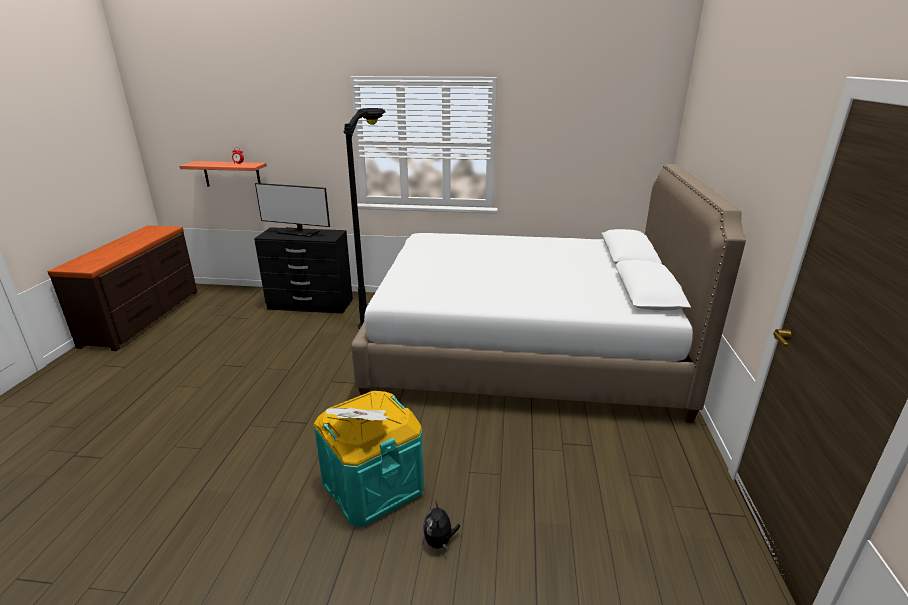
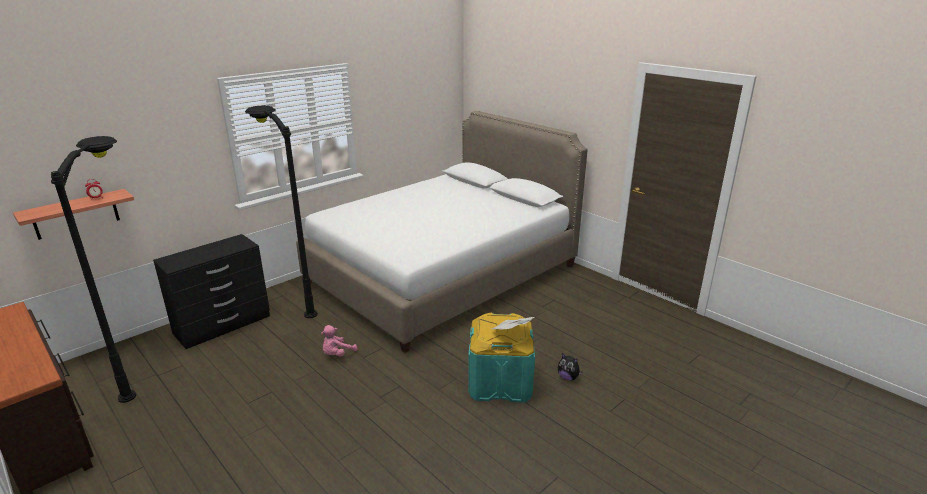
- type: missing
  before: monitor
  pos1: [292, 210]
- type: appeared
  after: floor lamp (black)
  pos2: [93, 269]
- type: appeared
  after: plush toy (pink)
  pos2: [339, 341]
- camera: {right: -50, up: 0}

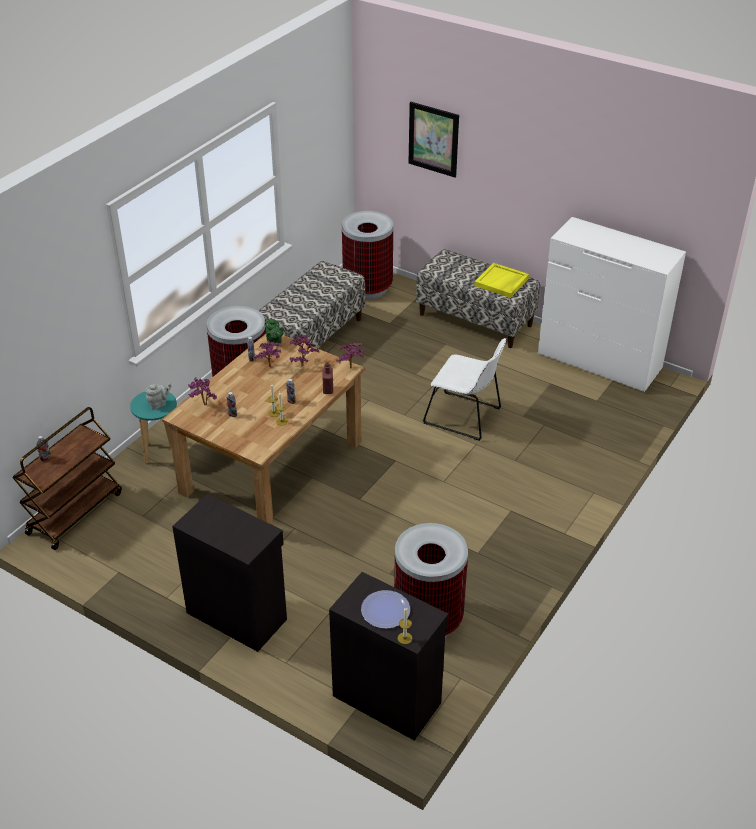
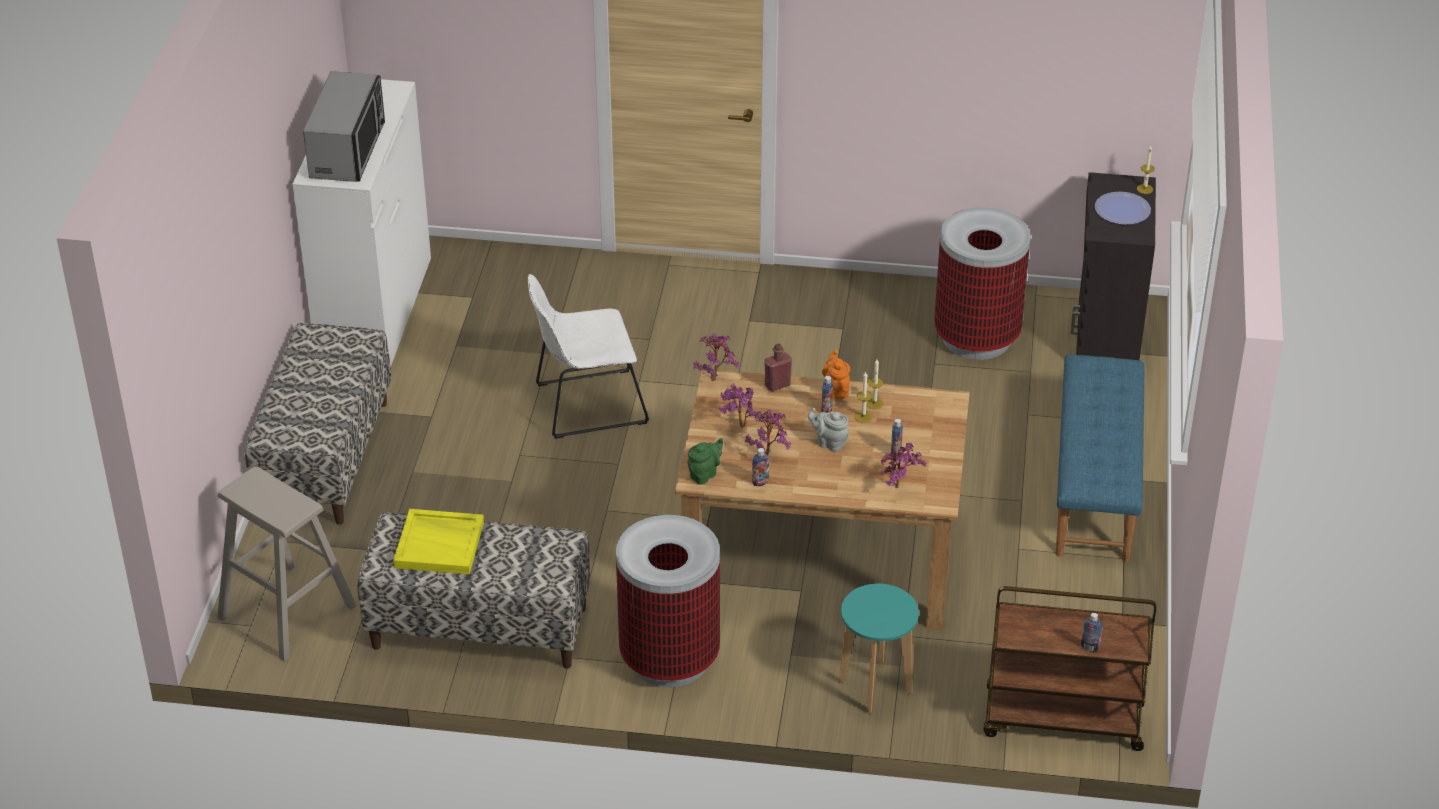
- type: missing
  before: picture
  pos1: [433, 140]
- type: appeared
  after: microwave
  pos2: [344, 126]
- type: appeared
  after: teapot (orange)
  pos2: [836, 374]
- type: relocated
  before: teapot (grey)
  pos1: [158, 396]
  pos2: [828, 429]
- type: relocated
  before: tray (yellow)
  pos1: [501, 280]
  pos2: [438, 541]
- type: exchanged
  before: cabinet (black)
  after: bench (blue)
  pos1: [229, 573]
  pos2: [1100, 459]
- type: exchanged
  before: trash can
  after: stool (beige)
  pos1: [367, 255]
  pos2: [286, 564]
- type: spun
  before: chair (white)
  pos1: [464, 389]
  pos2: [588, 356]
  turn: -105
- camera: {right: -115, up: 0}

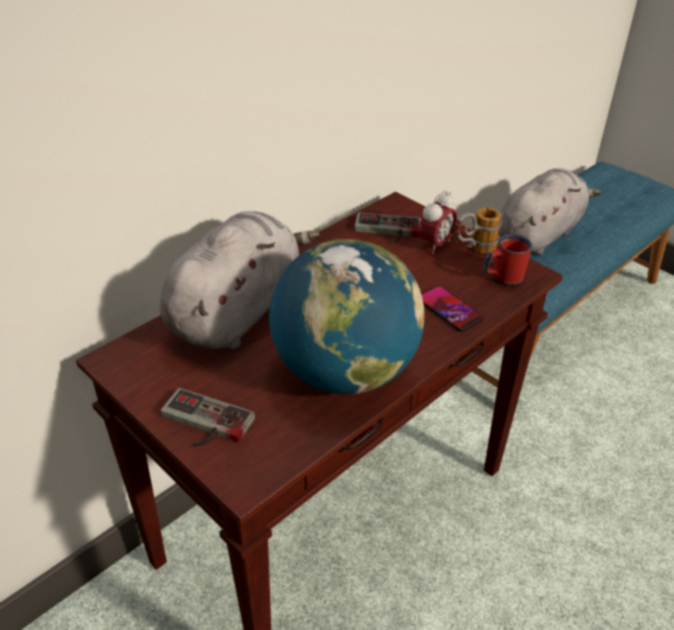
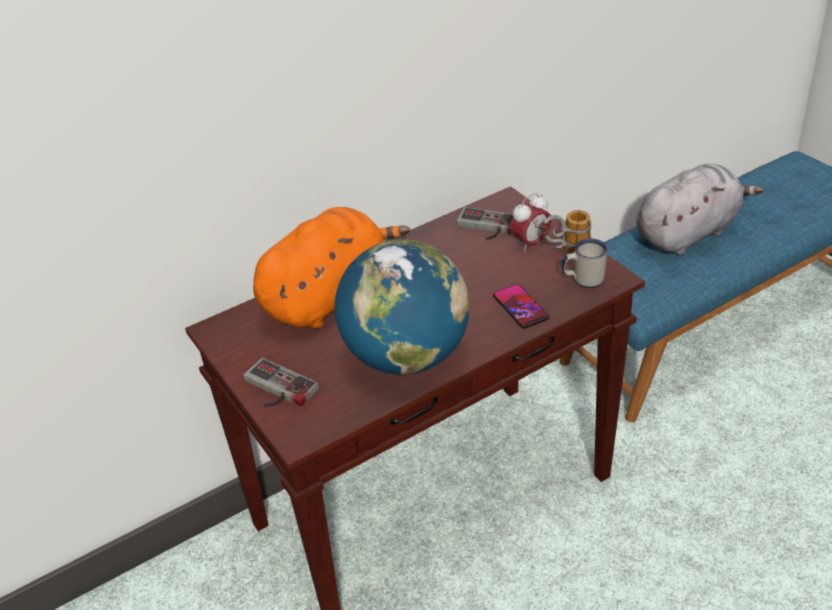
- type: colour
  before: plush toy (grey)
  after: plush toy (orange)
  pos1: [240, 280]
  pos2: [331, 268]
- type: colour
  before: mug (red)
  after: mug (white)
  pos1: [508, 260]
  pos2: [584, 263]
- camera: {right: 15, up: 0}

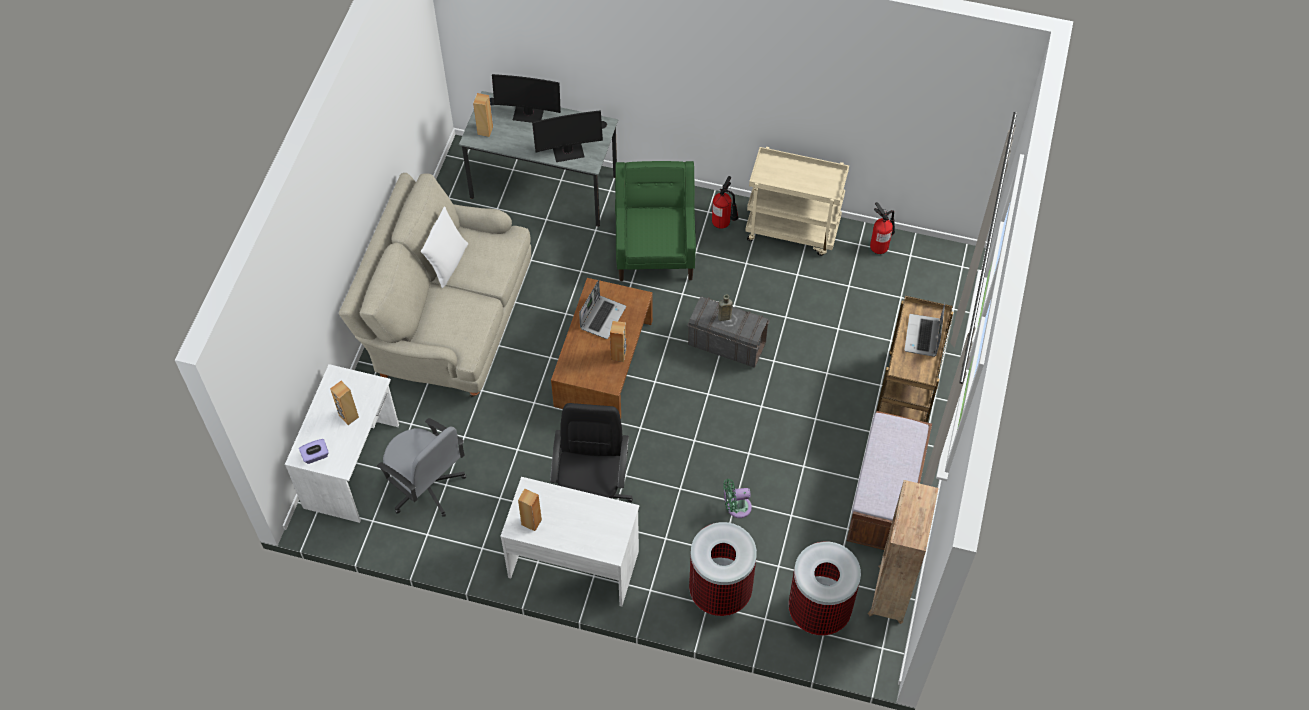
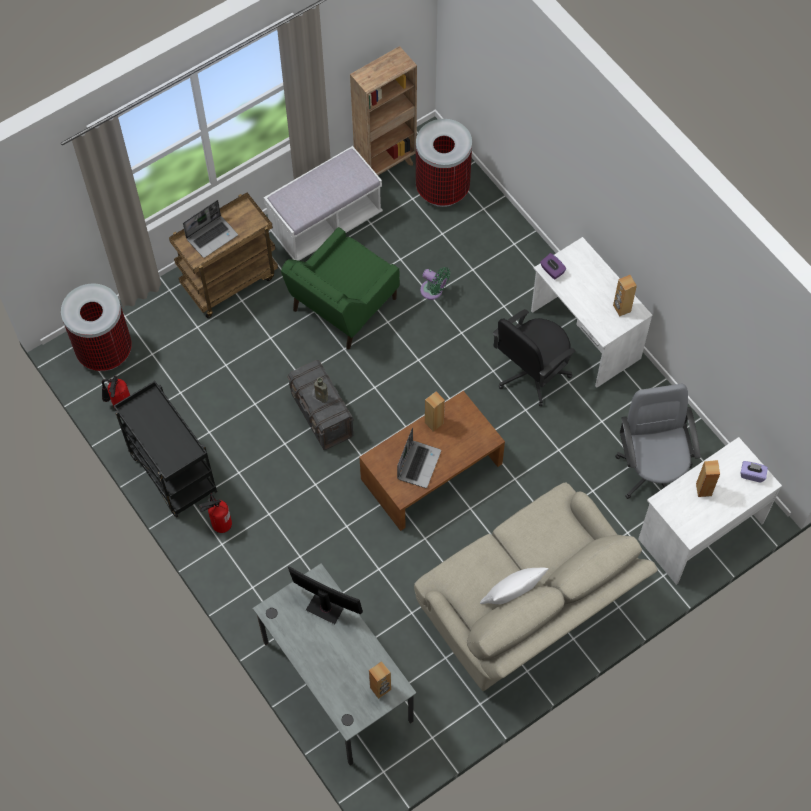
- type: missing
  before: monitor
  pos1: [526, 98]
- type: appeared
  after: tissue box (purple)
  pos2: [553, 266]
- type: relocated
  before: armchair (green)
  pos1: [655, 221]
  pos2: [340, 288]
- type: relocated
  before: trash can
  pos1: [723, 569]
  pos2: [96, 327]
- type: colour
  before: cart (beige)
  after: cart (black)
  pos1: [797, 201]
  pos2: [166, 449]
- type: colour
  before: bench (brown)
  after: bench (white)
  pos1: [889, 480]
  pos2: [323, 203]
- type: spun
  before: laptop
  pos1: [602, 309]
  pos2: [419, 458]
  turn: 135
- camera: {right: -140, up: 5}

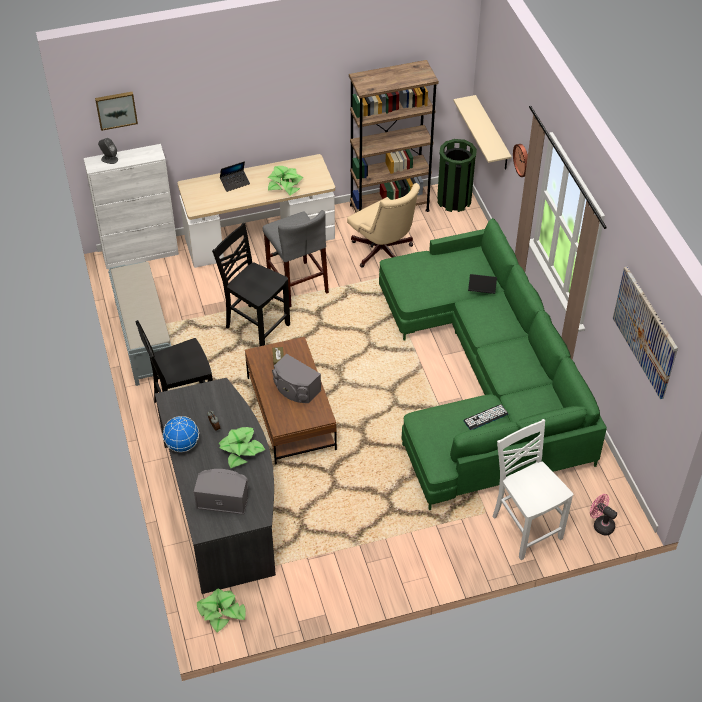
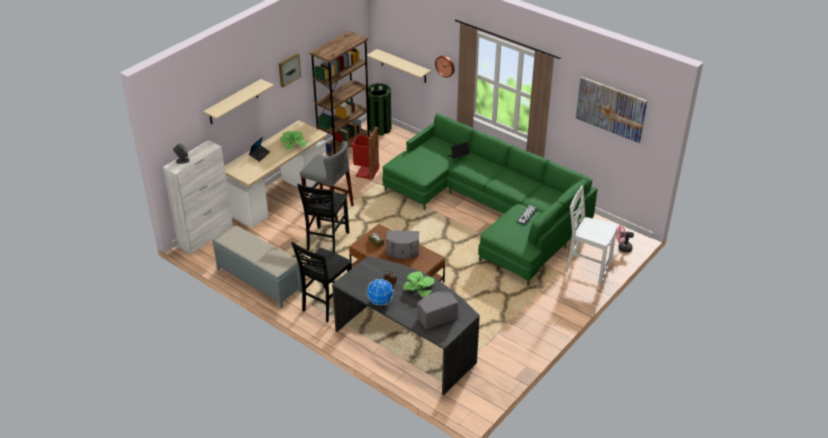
- type: missing
  before: potted plant
  pos1: [221, 610]
- type: appeared
  after: shelf (beige)
  pos2: [238, 101]
- type: relocated
  before: picture
  pos1: [116, 111]
  pos2: [290, 70]
- type: exchanged
  before: office chair (beige)
  after: trash can (red)
  pos1: [383, 225]
  pos2: [365, 153]
- type: spun
  before: chair (black)
  pos1: [251, 284]
  pos2: [323, 218]
  turn: -75
- camera: {right: -35, up: -10}

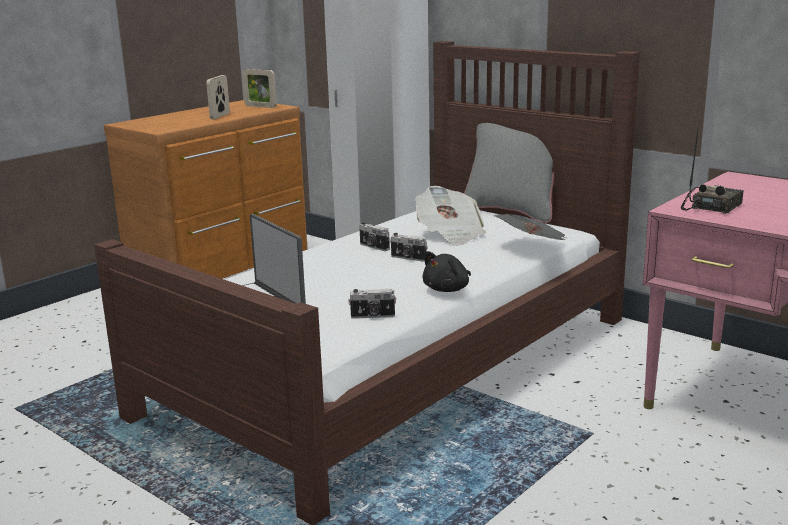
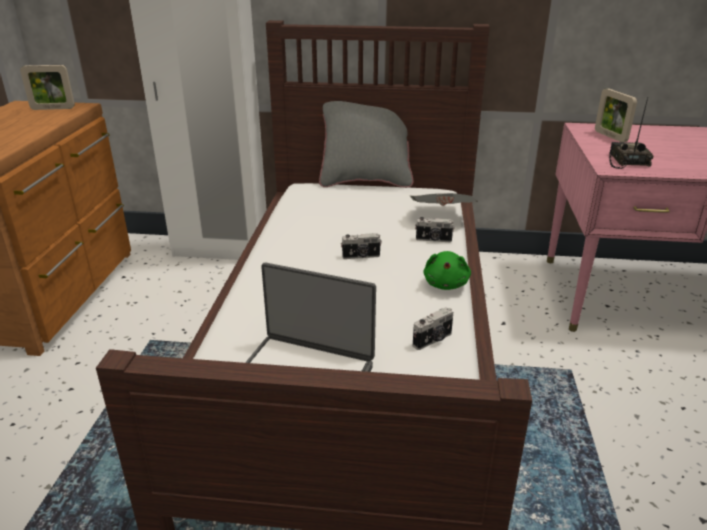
- type: missing
  before: newspaper
  pos1: [450, 216]
- type: relocated
  before: picture frame
  pos1: [218, 97]
  pos2: [616, 115]
- type: relocated
  before: photo camera
  pos1: [374, 236]
  pos2: [435, 229]
- type: colour
  before: plush toy (black)
  after: plush toy (green)
  pos1: [447, 271]
  pos2: [447, 270]
- camera: {right: -35, up: 10}

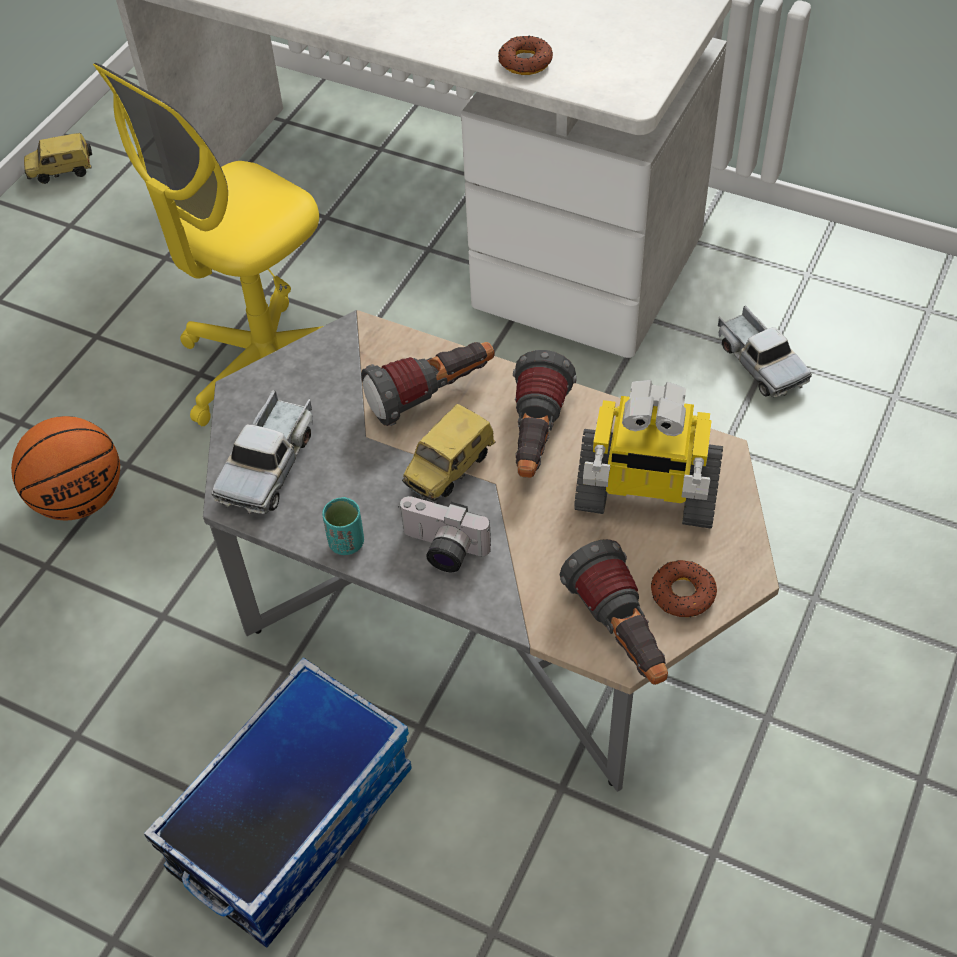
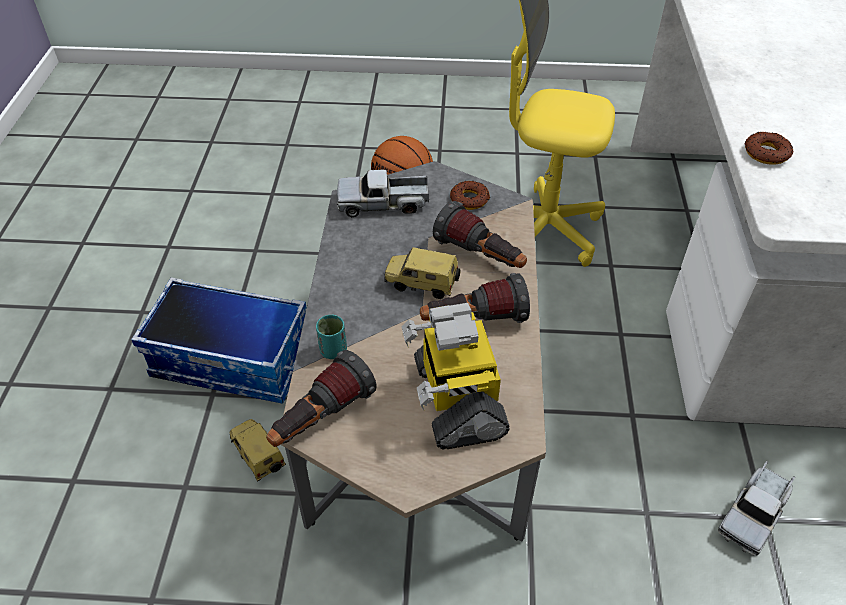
- type: missing
  before: photo camera
  pos1: [444, 534]
- type: relocated
  before: toy car
  pos1: [58, 158]
  pos2: [258, 450]
- type: relocated
  before: cup (turquoise)
  pos1: [343, 526]
  pos2: [331, 337]
- type: relocated
  before: donut
  pos1: [684, 588]
  pos2: [470, 195]
- camera: {right: 65, up: -5}

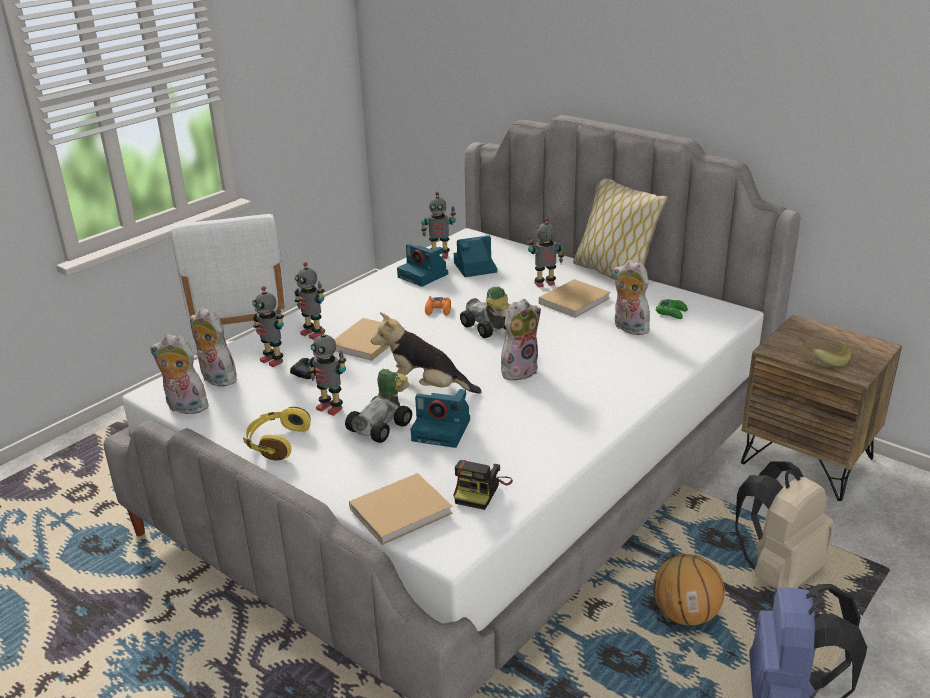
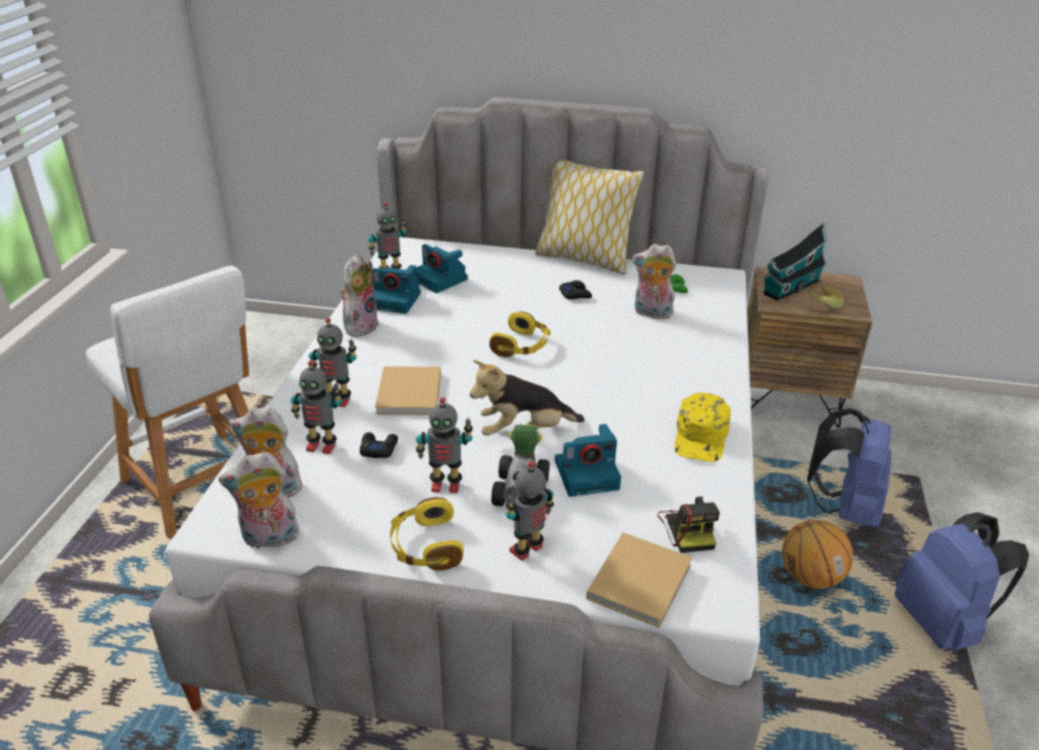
- type: missing
  before: game controller (orange)
  pos1: [438, 306]
- type: appeared
  after: cap (yellow)
  pos2: [702, 427]
- type: appeared
  after: toy house
  pos2: [794, 262]
- type: relocated
  before: plush toy
  pos1: [521, 339]
  pos2: [359, 295]
- type: relocated
  before: toy robot
  pos1: [546, 252]
  pos2: [529, 511]
- type: exchanged
  before: toy car
  after: headphones (yellow)
  pos1: [485, 312]
  pos2: [519, 334]
- type: exchanged
  before: book (beige)
  after: game controller (black)
  pos1: [575, 298]
  pos2: [575, 290]
- type: colour
  before: backpack (beige)
  after: backpack (blue)
  pos1: [784, 525]
  pos2: [849, 468]
- type: spun
  before: photo camera
  pos1: [475, 256]
  pos2: [441, 268]
  turn: -90
- camera: {right: -30, up: 5}

